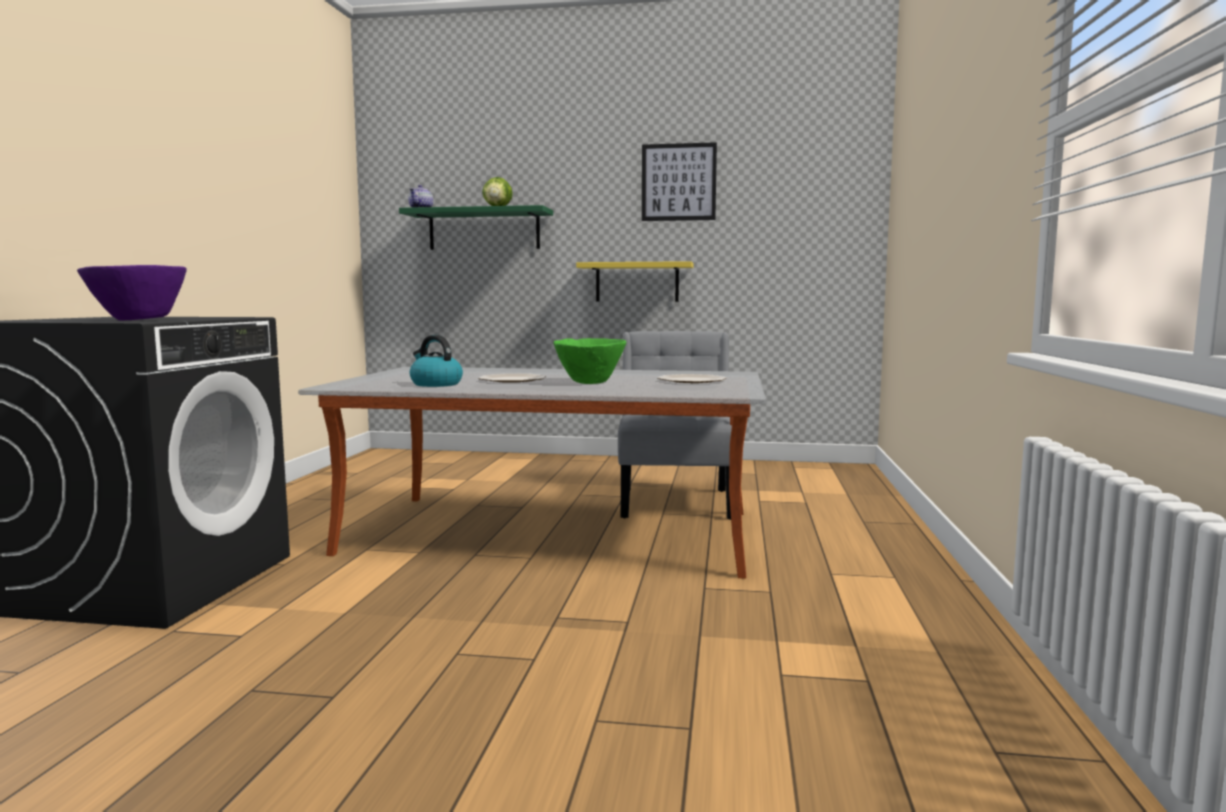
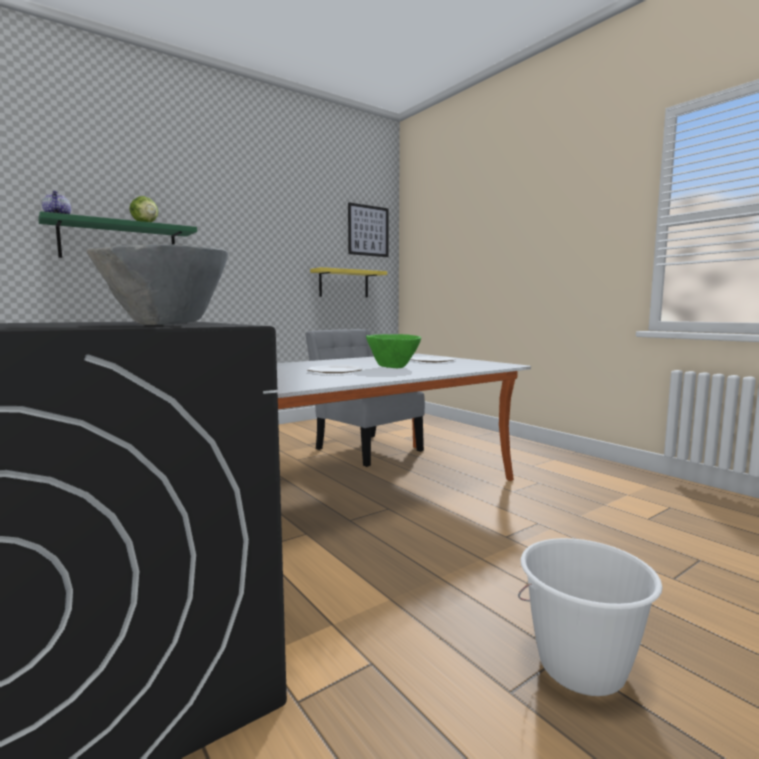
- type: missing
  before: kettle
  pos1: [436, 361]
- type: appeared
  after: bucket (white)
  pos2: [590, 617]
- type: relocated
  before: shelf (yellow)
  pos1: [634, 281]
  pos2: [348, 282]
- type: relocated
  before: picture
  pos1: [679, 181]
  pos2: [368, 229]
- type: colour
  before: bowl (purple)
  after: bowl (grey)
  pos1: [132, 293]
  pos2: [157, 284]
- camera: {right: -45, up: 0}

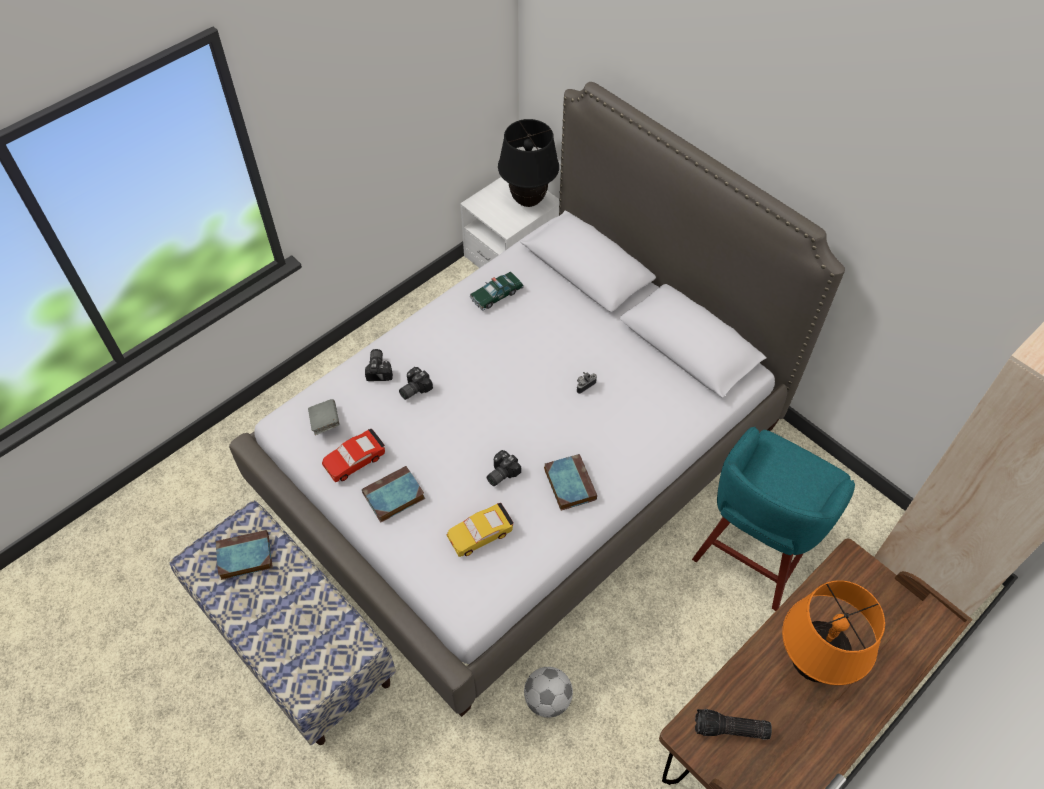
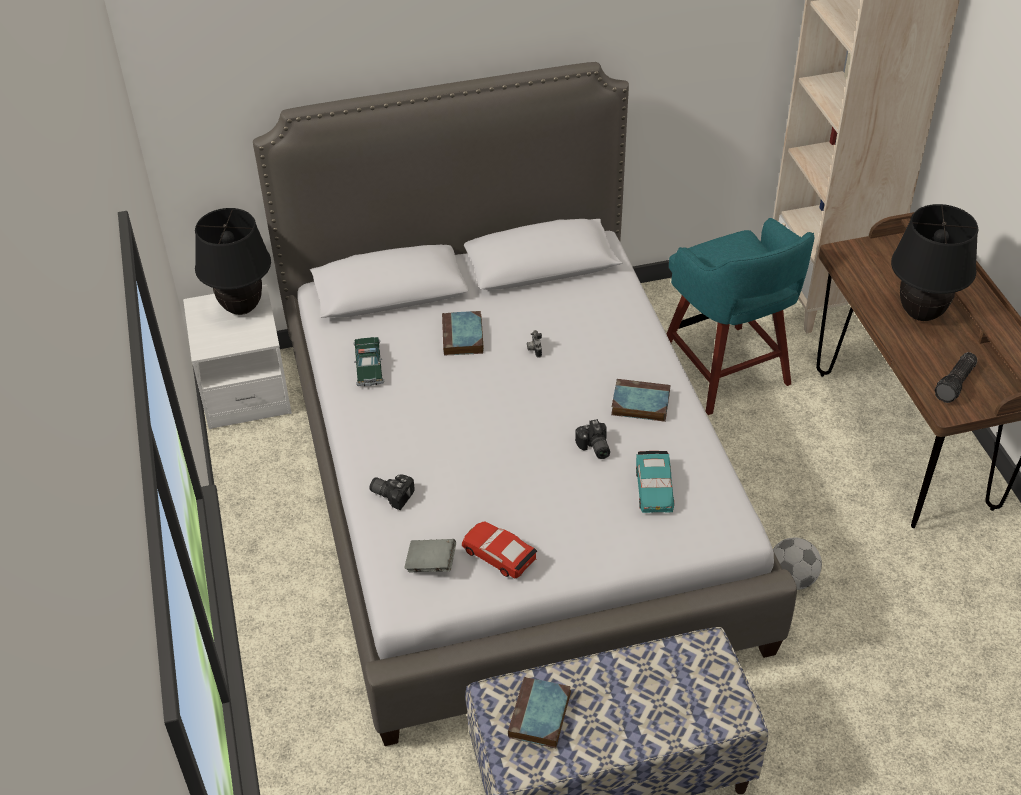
- type: missing
  before: photo camera
  pos1: [416, 383]
- type: relocated
  before: book
  pos1: [393, 494]
  pos2: [463, 333]
- type: colour
  before: toy car (yellow)
  after: toy car (turquoise)
  pos1: [480, 530]
  pos2: [655, 482]
- type: colour
  before: table lamp (orange)
  after: table lamp (black)
  pos1: [833, 632]
  pos2: [934, 262]
- type: spun
  before: toy car (red)
  pos1: [353, 455]
  pos2: [499, 550]
  turn: 135
- camera: {right: -60, up: -10}

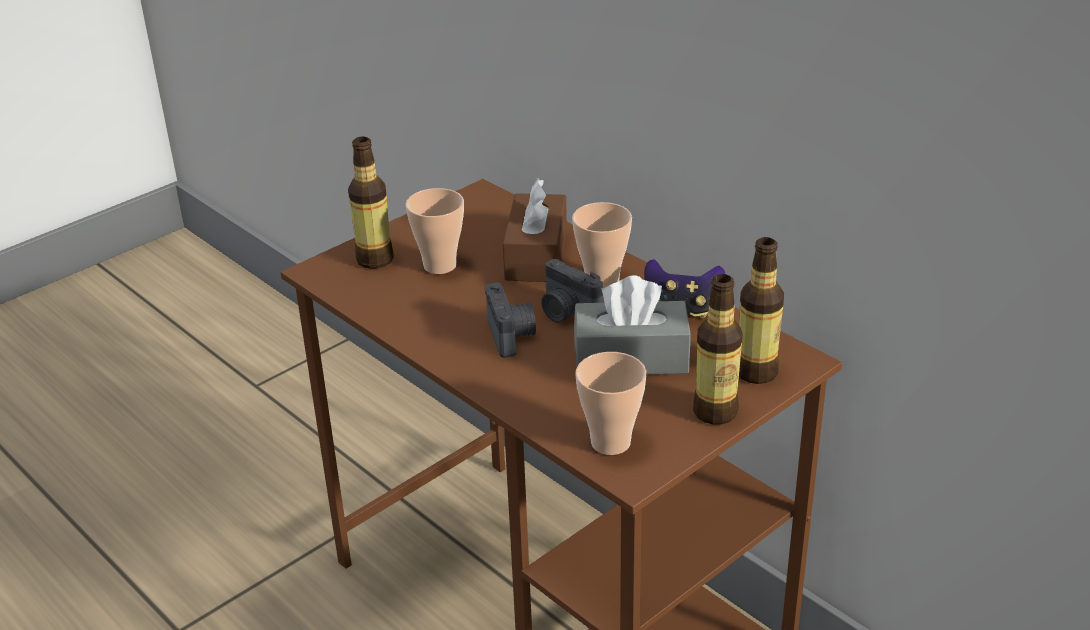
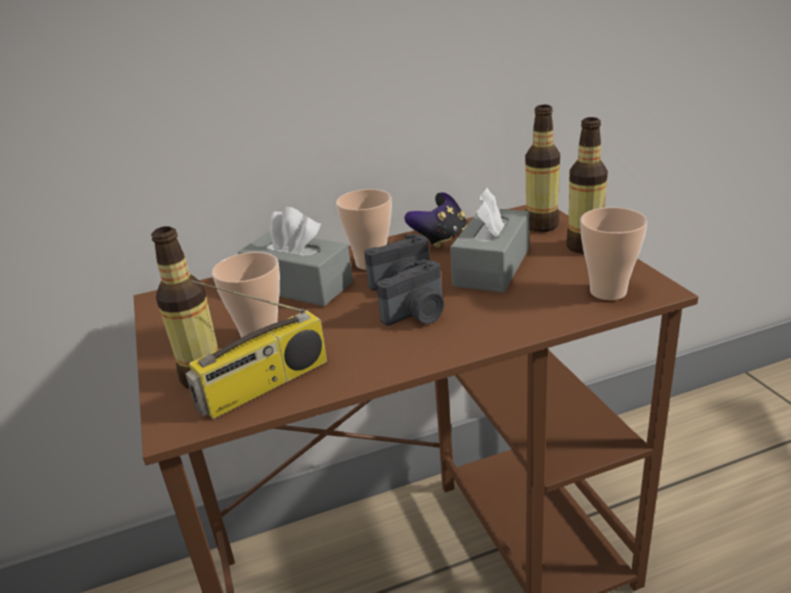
- type: appeared
  after: radio
  pos2: [256, 349]
- type: colour
  before: tissue box (brown)
  after: tissue box (grey)
  pos1: [535, 230]
  pos2: [295, 256]
- type: spun
  before: photo camera
  pos1: [510, 320]
  pos2: [410, 292]
  turn: 135
- camera: {right: -65, up: -5}

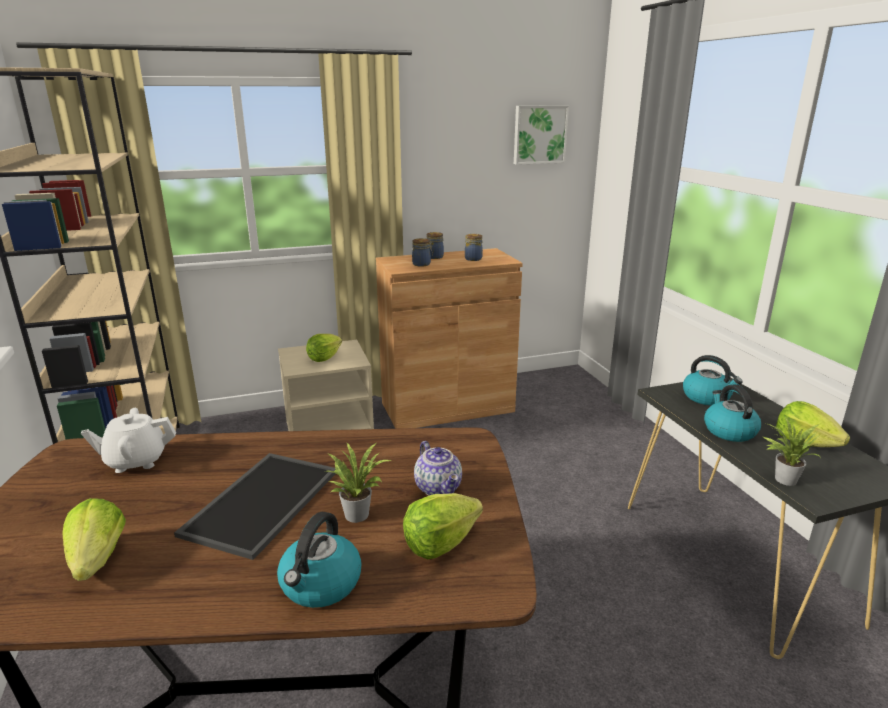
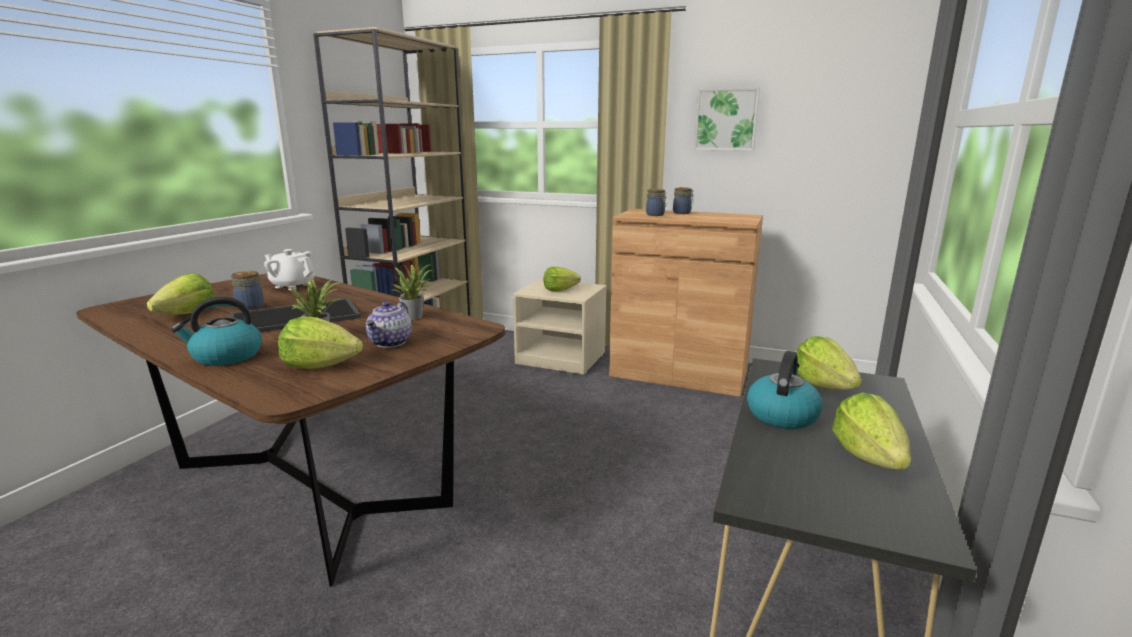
- type: relocated
  before: jar
  pos1: [474, 247]
  pos2: [247, 290]
- type: relocated
  before: picture
  pos1: [541, 135]
  pos2: [727, 119]
- type: relocated
  before: potted plant
  pos1: [791, 452]
  pos2: [408, 292]
- type: exchanged
  before: kettle
  after: lettuce
  pos1: [713, 380]
  pos2: [829, 363]
- camera: {right: 40, up: -5}

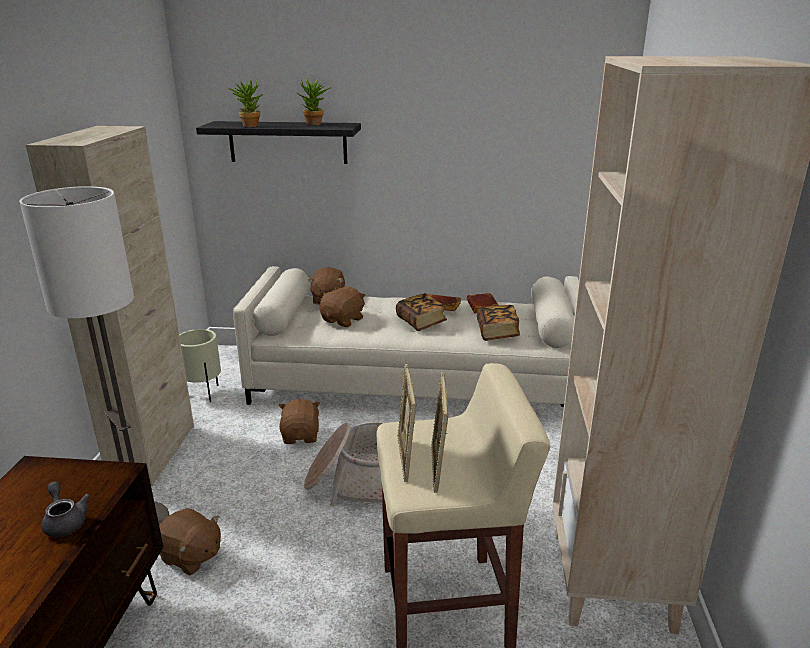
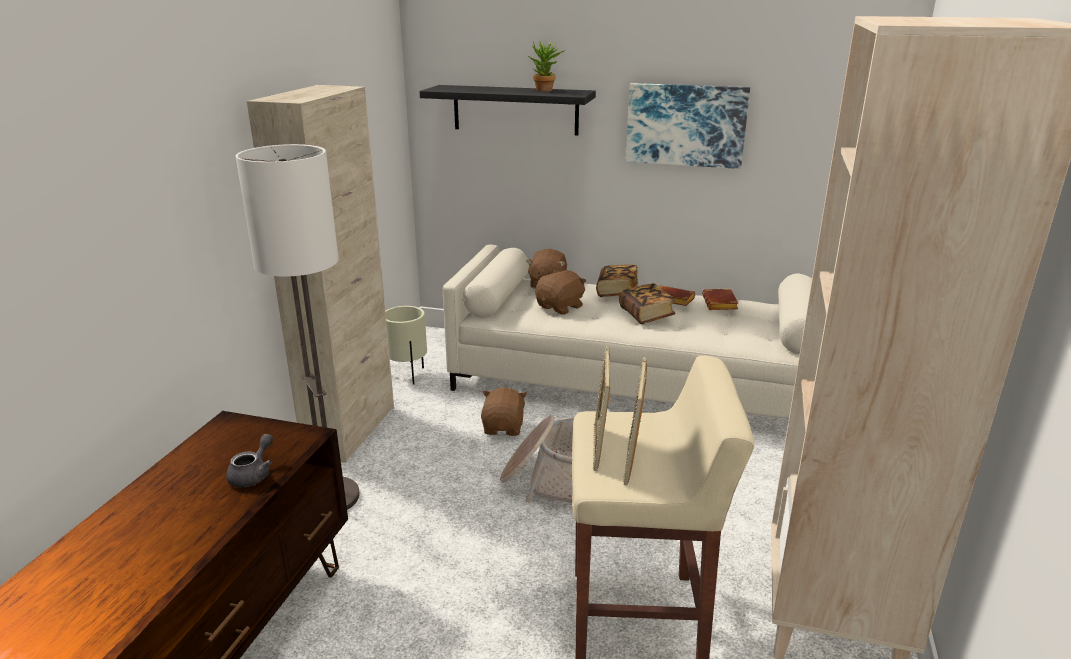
- type: missing
  before: plush toy (brown)
  pos1: [190, 541]
- type: missing
  before: potted plant
  pos1: [246, 103]
- type: appeared
  after: picture
  pos2: [688, 126]
- type: relocated
  before: book
  pos1: [498, 323]
  pos2: [617, 281]
- type: spun
  before: teapot (grey)
  pos1: [65, 509]
  pos2: [249, 460]
  turn: 45
- camera: {right: 10, up: 0}

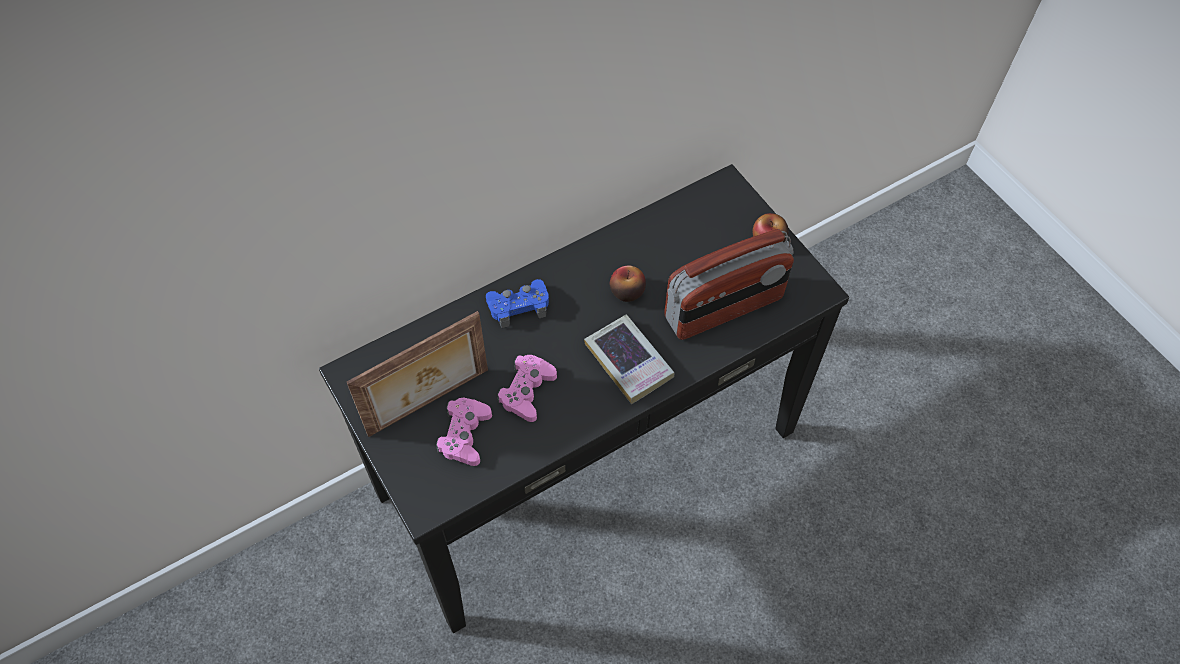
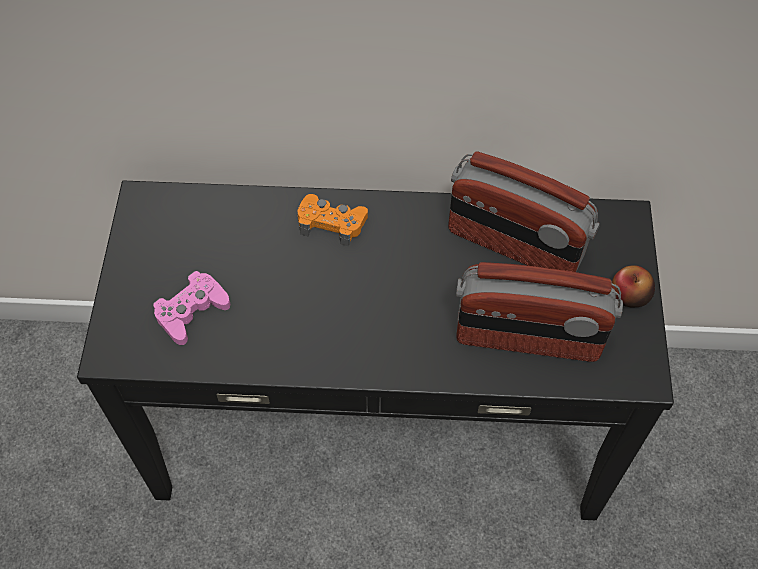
- type: missing
  before: picture frame
  pos1: [417, 374]
- type: missing
  before: game controller (pink)
  pos1: [527, 388]
- type: missing
  before: book
  pos1: [629, 359]
- type: missing
  before: apple
  pos1: [628, 283]
- type: appeared
  after: radio
  pos2: [524, 212]
- type: colour
  before: game controller (blue)
  after: game controller (orange)
  pos1: [517, 303]
  pos2: [333, 220]
- camera: {right: 35, up: 0}

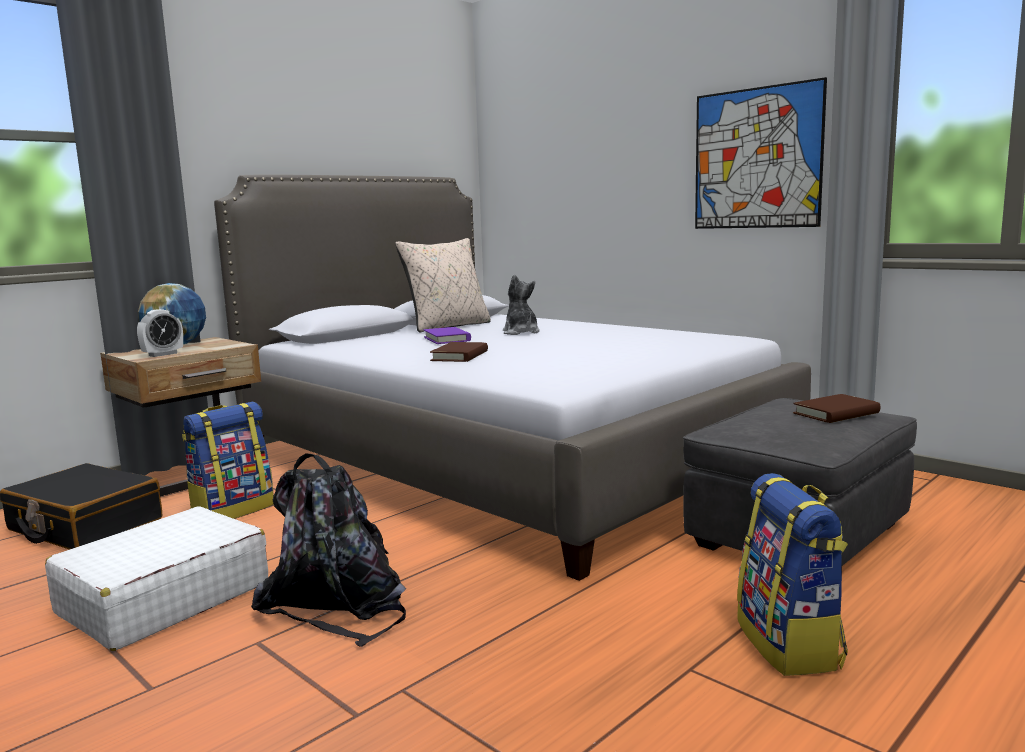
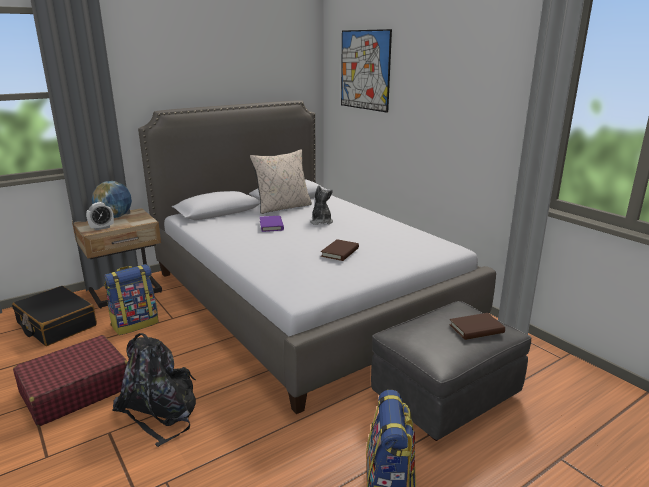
- type: relocated
  before: book (brown)
  pos1: [459, 352]
  pos2: [340, 250]
- type: relocated
  before: picture
  pos1: [761, 153]
  pos2: [366, 71]
- type: colour
  before: suitcase (white)
  after: suitcase (red)
  pos1: [156, 578]
  pos2: [70, 380]
- camera: {right: 10, up: 10}

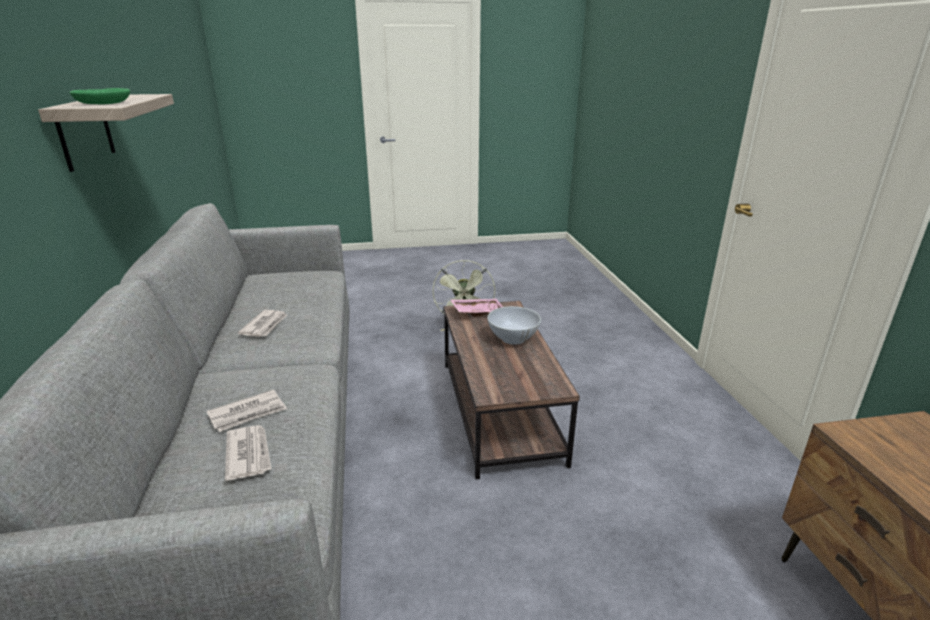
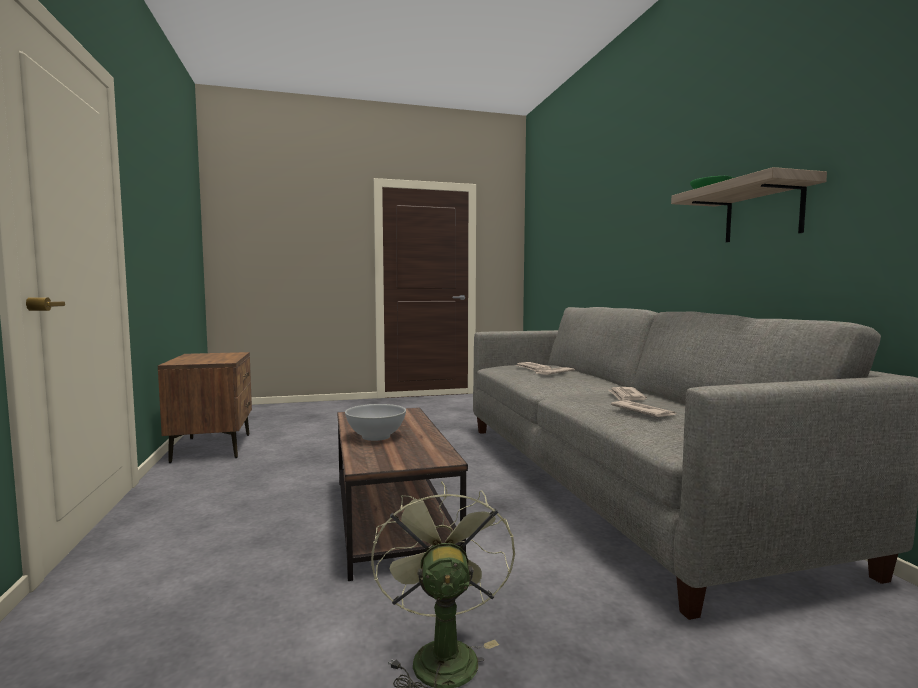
- type: missing
  before: tray (pink)
  pos1: [477, 308]
- type: appeared
  after: newspaper
  pos2: [643, 409]
- camera: {right: 175, up: -20}

